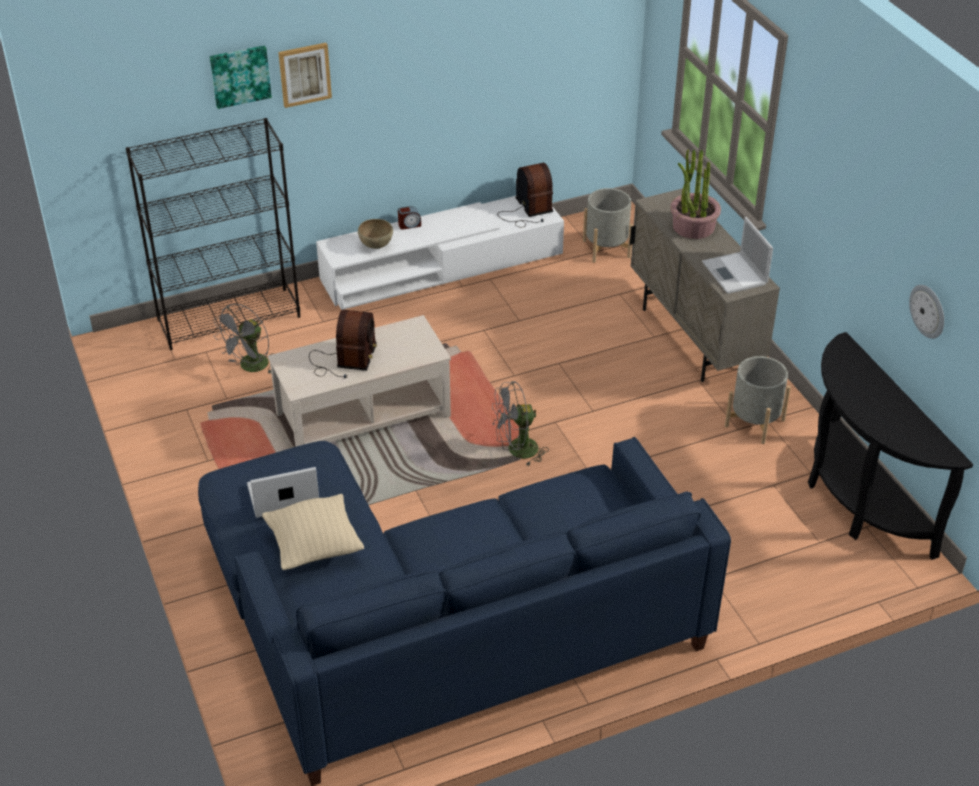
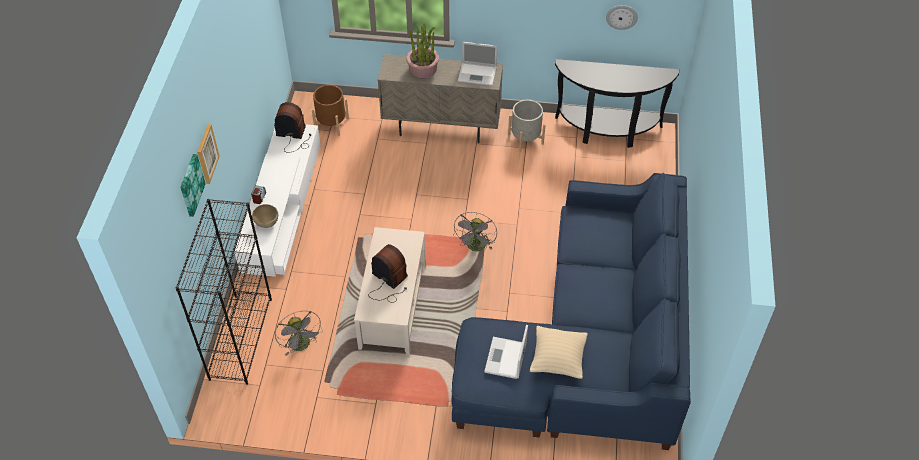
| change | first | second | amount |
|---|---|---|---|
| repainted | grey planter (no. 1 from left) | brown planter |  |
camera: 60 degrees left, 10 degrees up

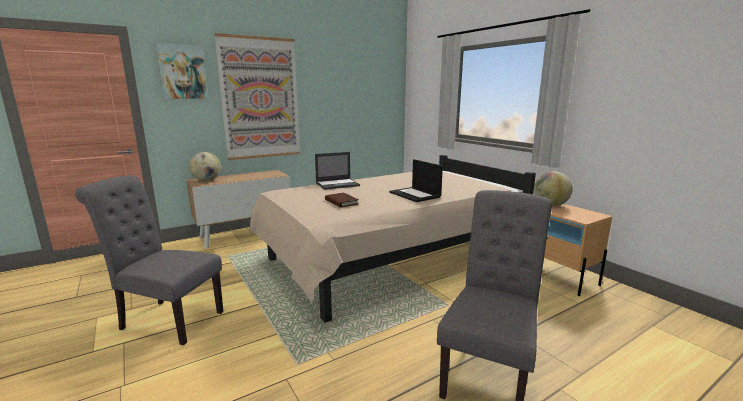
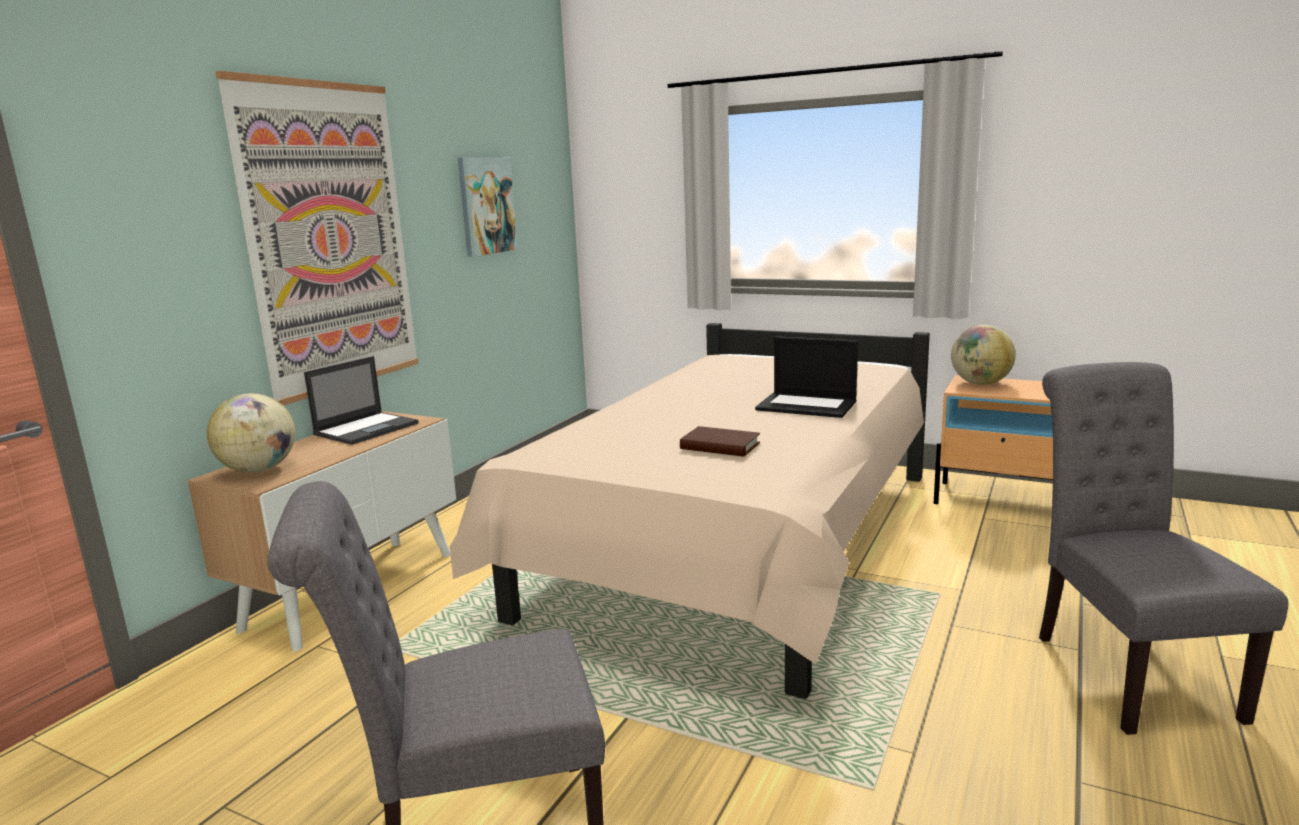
| change | first | second | amount |
|---|---|---|---|
| shifted | picture (no. 1 from left in the first image) | picture (no. 2 from left) |  |
| shifted | laptop (no. 1 from left) |  |  |
camera: 30 degrees left, 0 degrees up

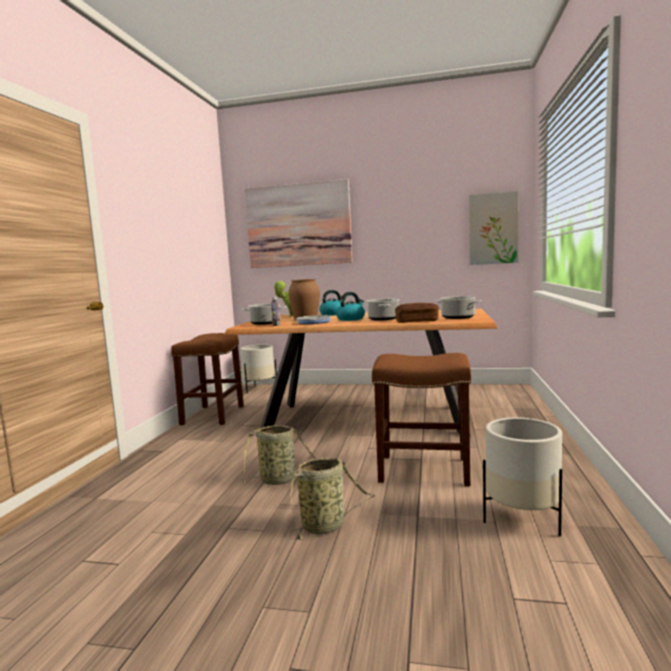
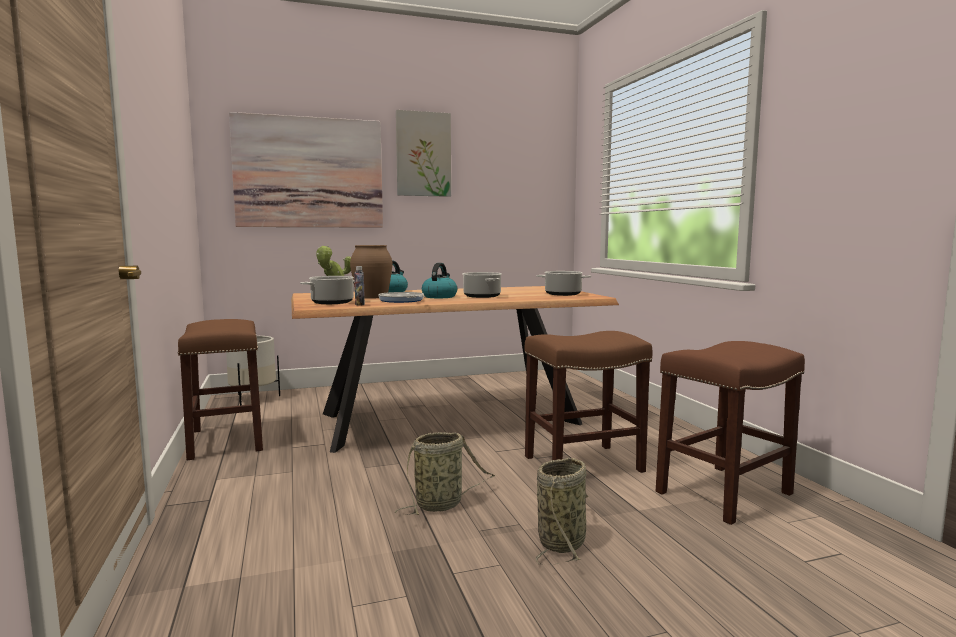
| change | first | second | amount |
|---|---|---|---|
| shifted | picture (no. 2 from left) |  |  |
| gone | bread |  |  |
| swapped | white planter (no. 2 from left) | brown stool (no. 3 from left) |  |
camera: 30 degrees left, 0 degrees up

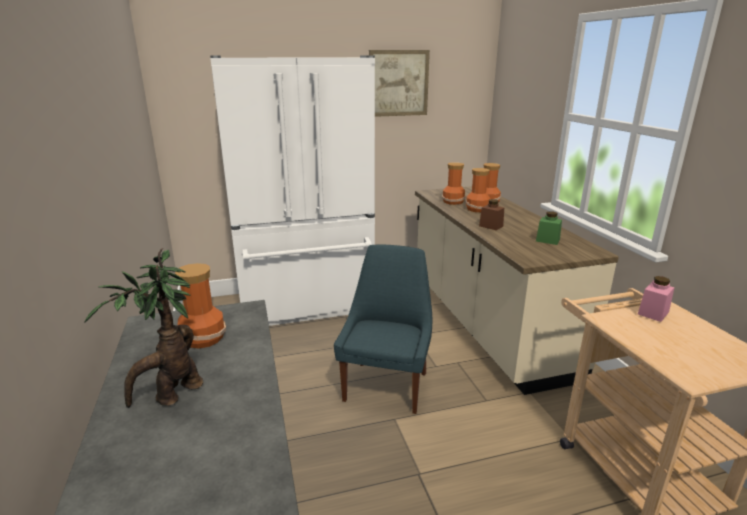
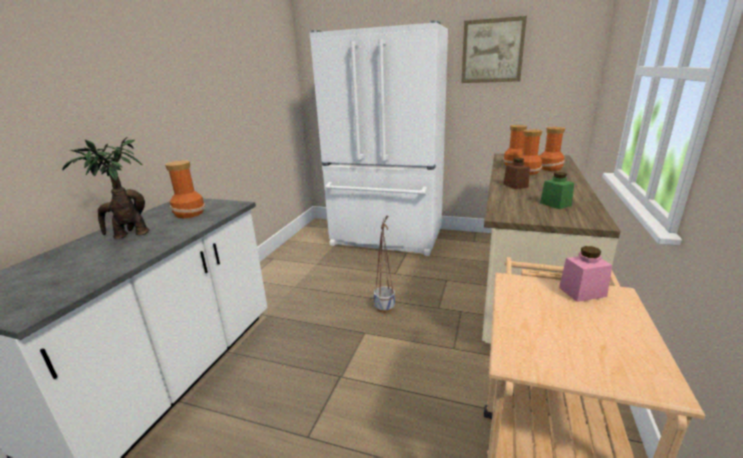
| change | first | second | amount |
|---|---|---|---|
| swapped | blue chair | planter |  |
camera: 35 degrees right, 0 degrees up

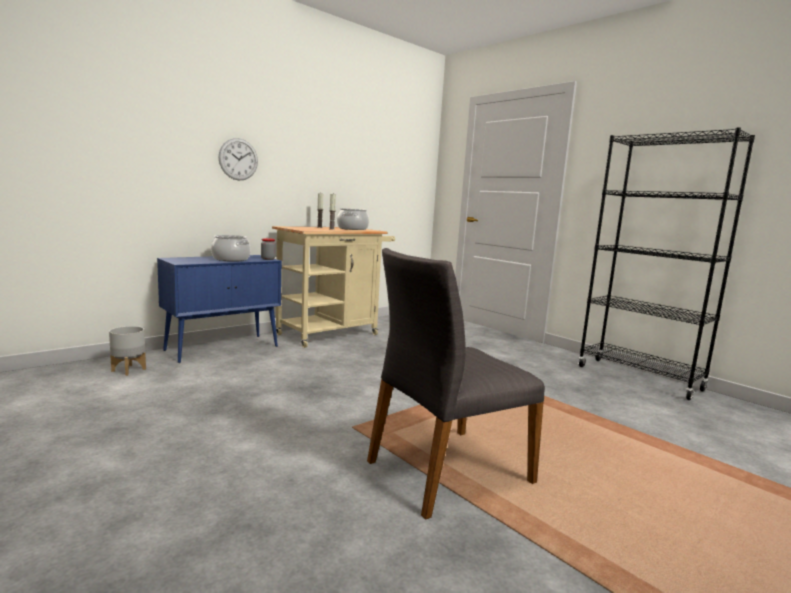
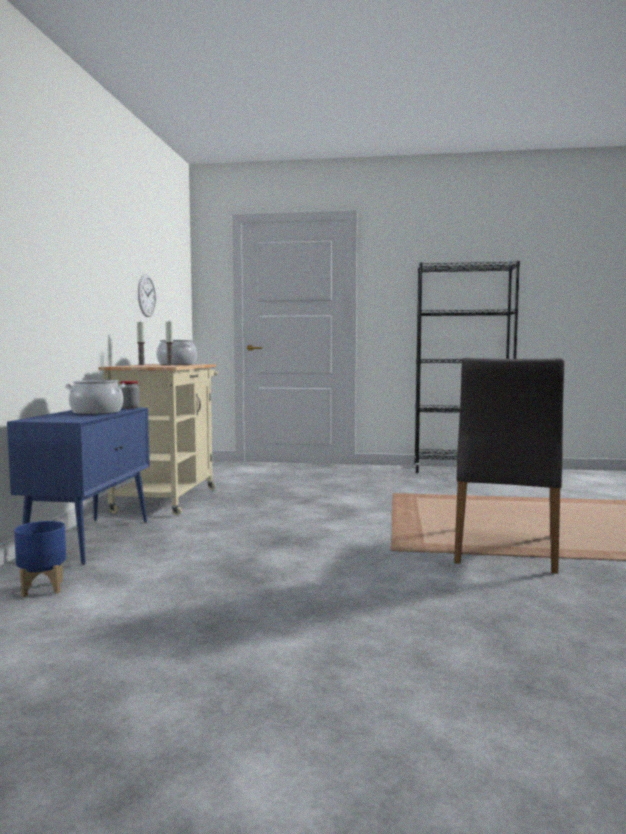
| change | first | second | amount |
|---|---|---|---|
| shifted | wall clock |  |  |
| repainted | grey planter | blue planter |  |
camera: 40 degrees left, 5 degrees down

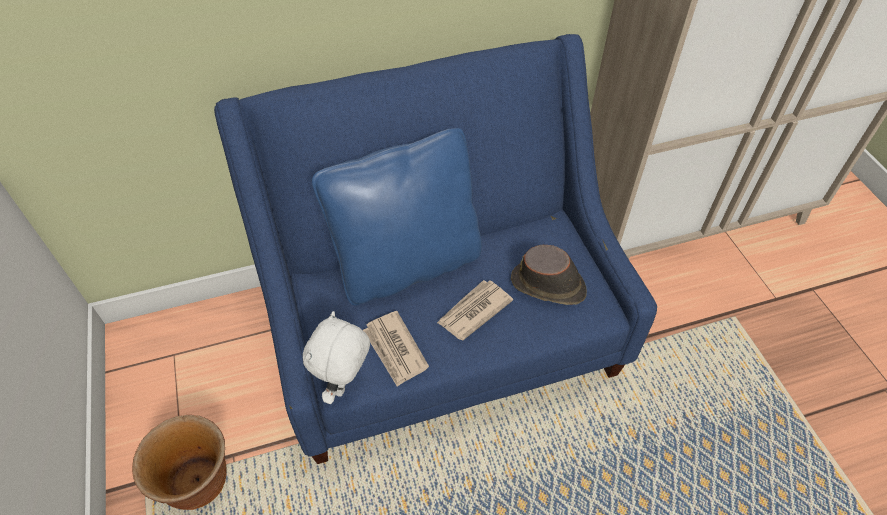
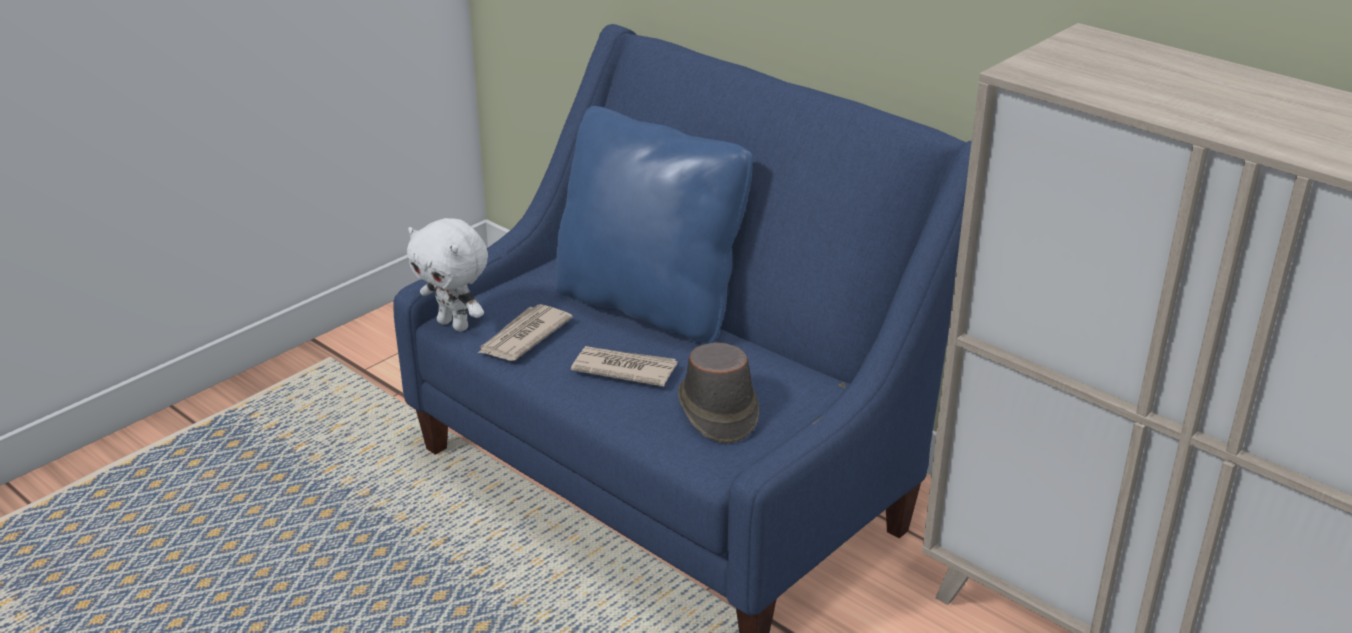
| change | first | second | amount |
|---|---|---|---|
| rotated | white plush toy |  | 135 degrees counterclockwise |
| gone | brown planter |  |  |
camera: 60 degrees right, 20 degrees down

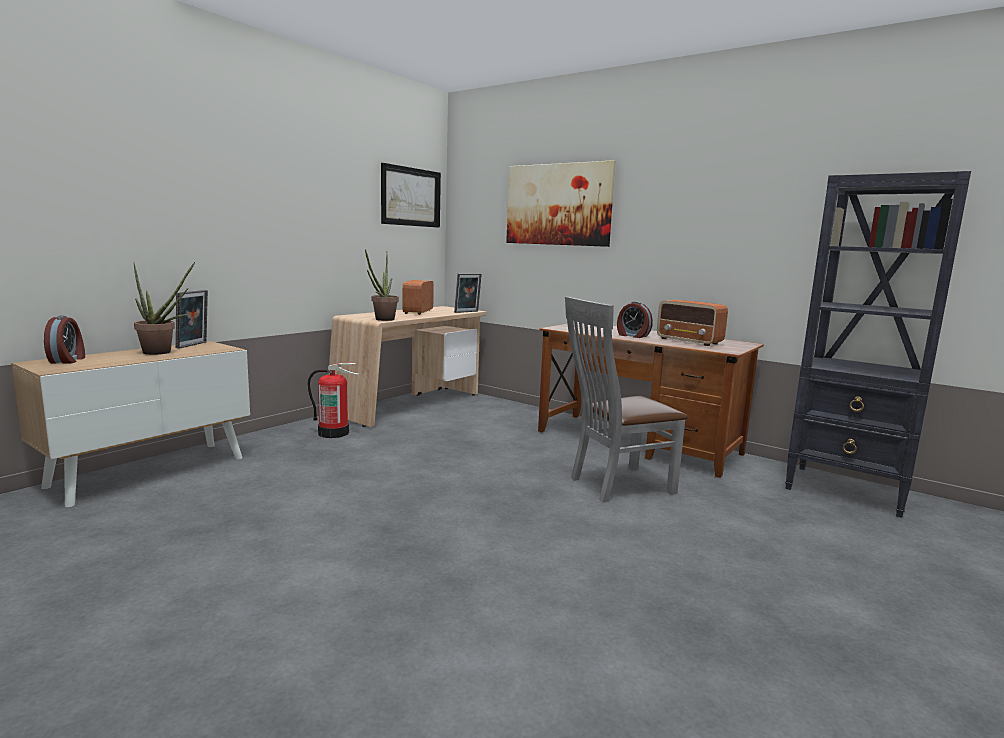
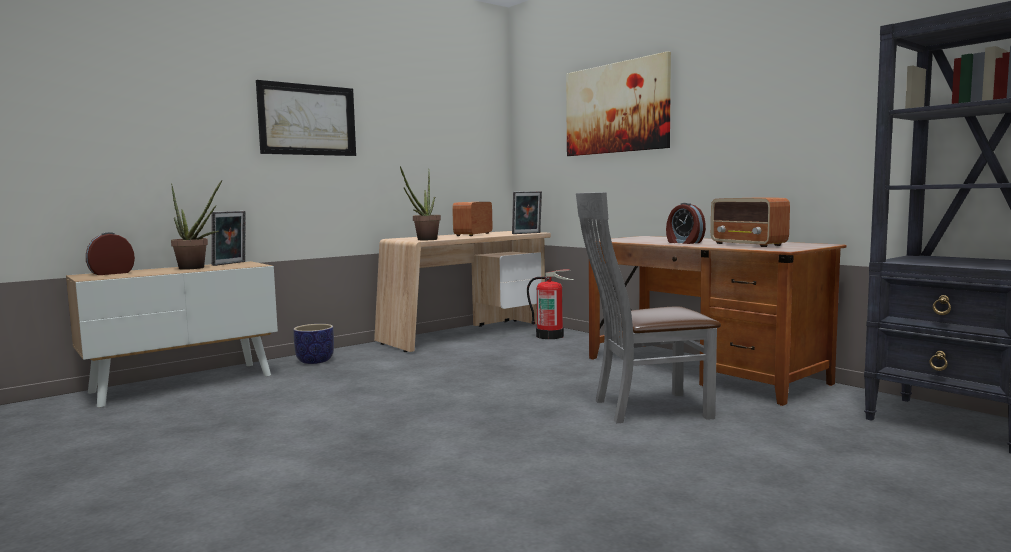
| change | first | second | amount |
|---|---|---|---|
| shifted | picture (no. 1 from left) |  |  |
| rotated | alarm clock (no. 1 from left) |  | 135 degrees counterclockwise |
| shifted | fire extinguisher |  |  |
| new |  | planter |  |
camera: 15 degrees right, 5 degrees down

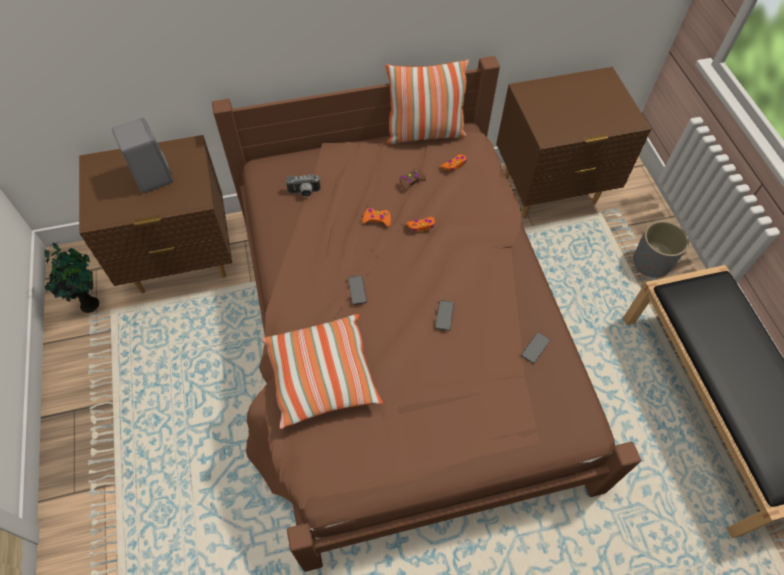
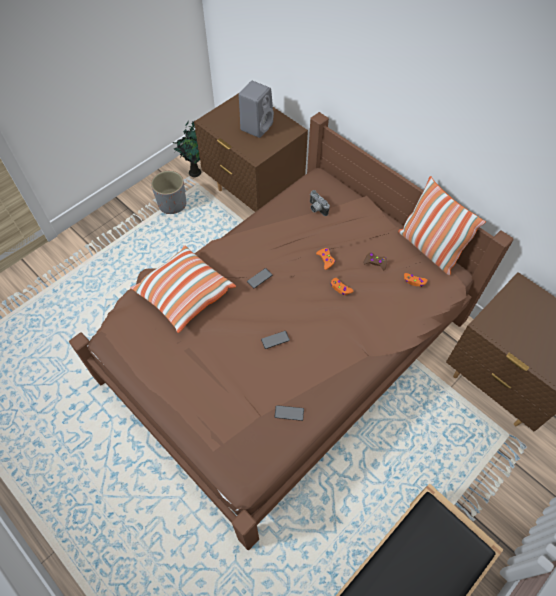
| change | first | second | amount |
|---|---|---|---|
| shifted | grey planter |  |  |
camera: 60 degrees right, 0 degrees up

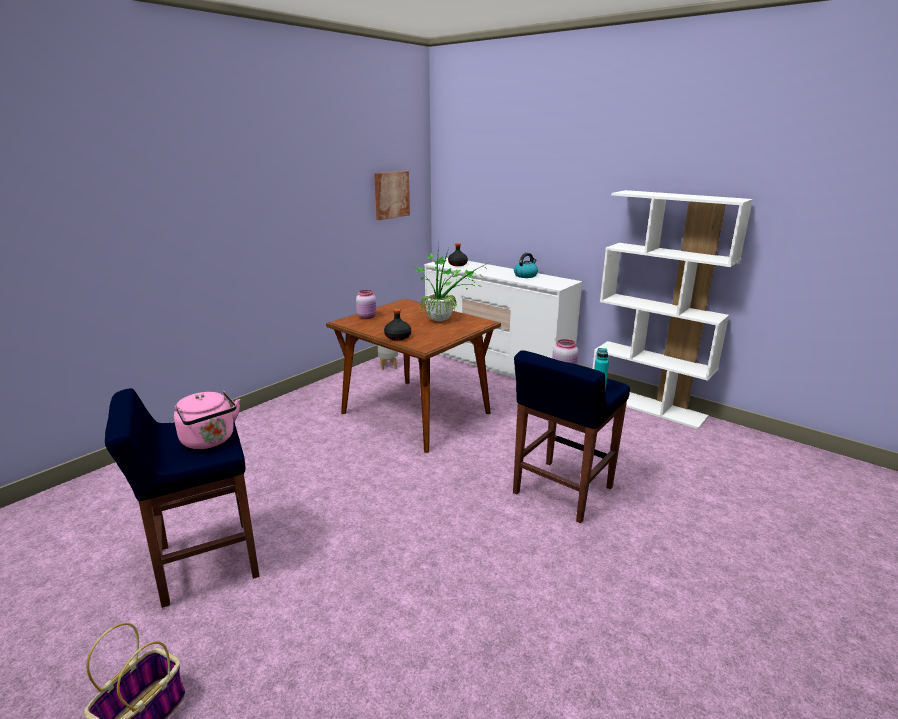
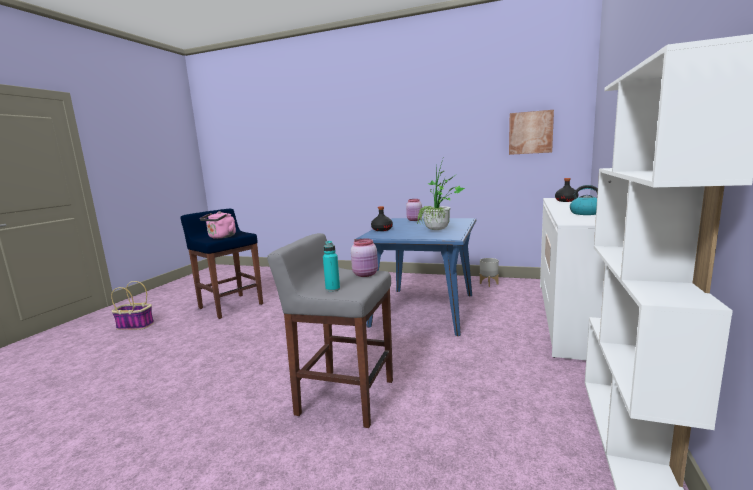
| change | first | second | amount |
|---|---|---|---|
| repainted | brown dining table | blue dining table |  |
| repainted | blue stool (no. 2 from left) | grey stool |  |
camera: 70 degrees right, 10 degrees down

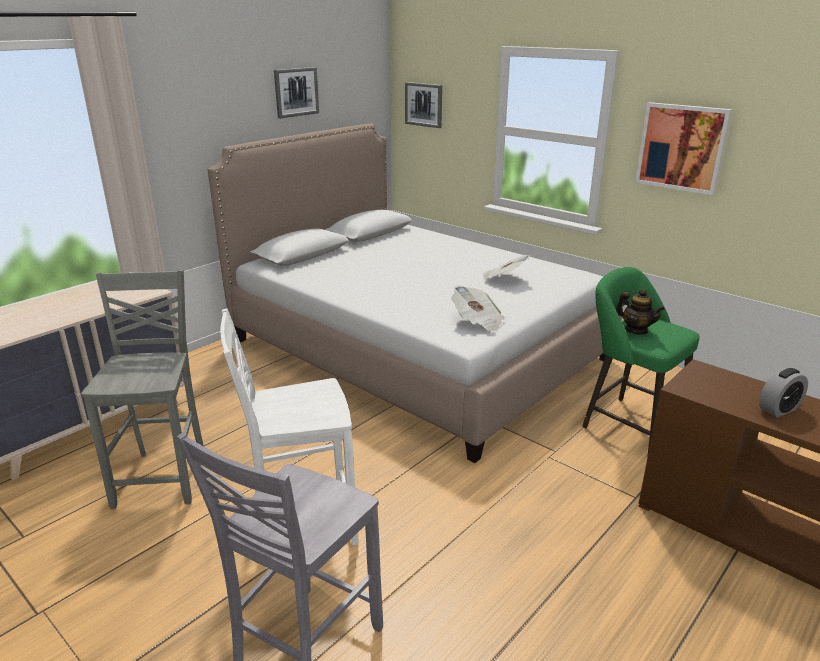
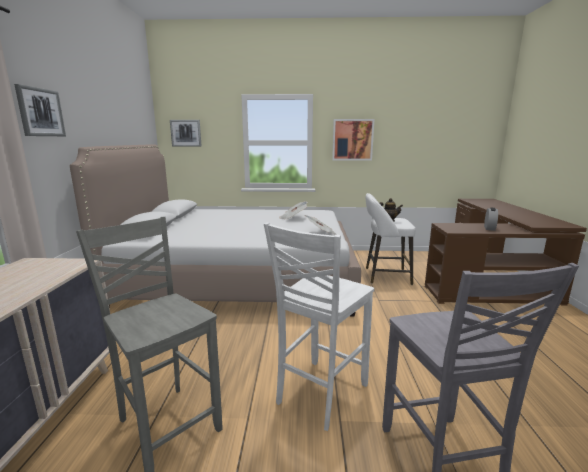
| change | first | second | amount |
|---|---|---|---|
| shifted | picture (no. 1 from left) |  |  |
| repainted | green stool | white stool |  |
camera: 40 degrees left, 10 degrees down

